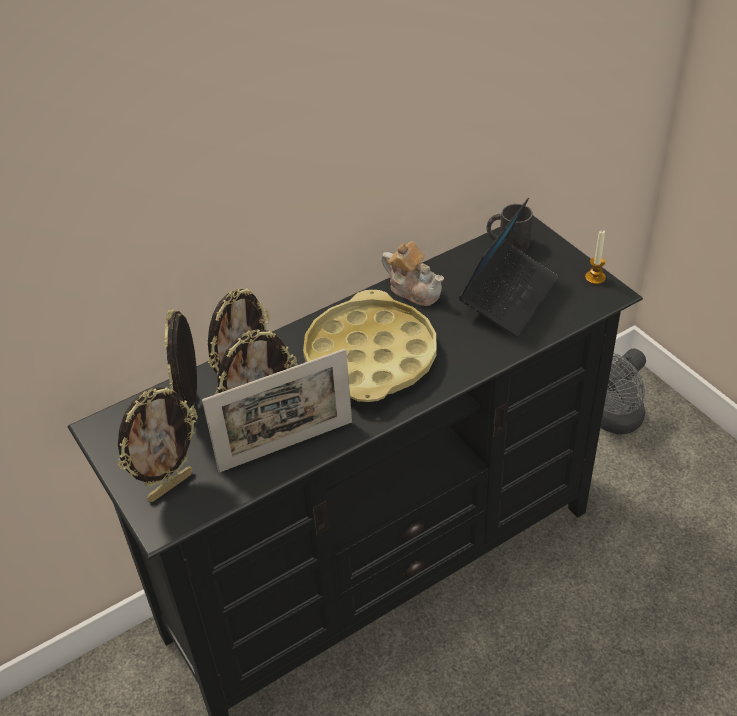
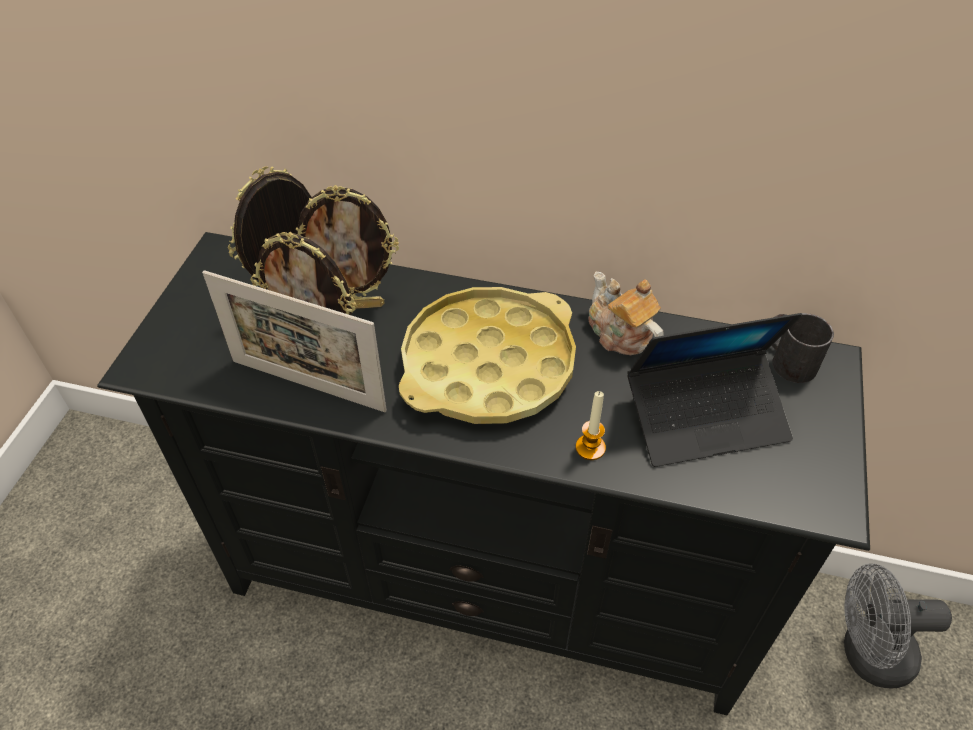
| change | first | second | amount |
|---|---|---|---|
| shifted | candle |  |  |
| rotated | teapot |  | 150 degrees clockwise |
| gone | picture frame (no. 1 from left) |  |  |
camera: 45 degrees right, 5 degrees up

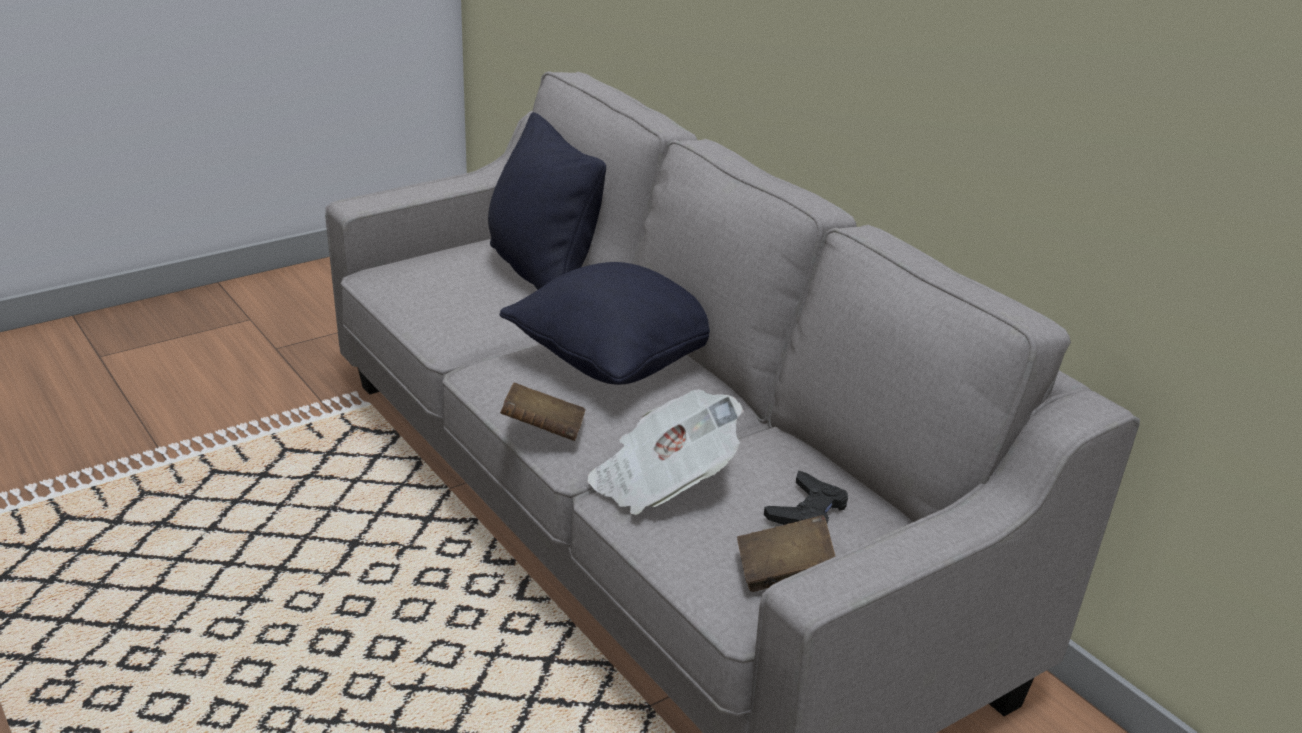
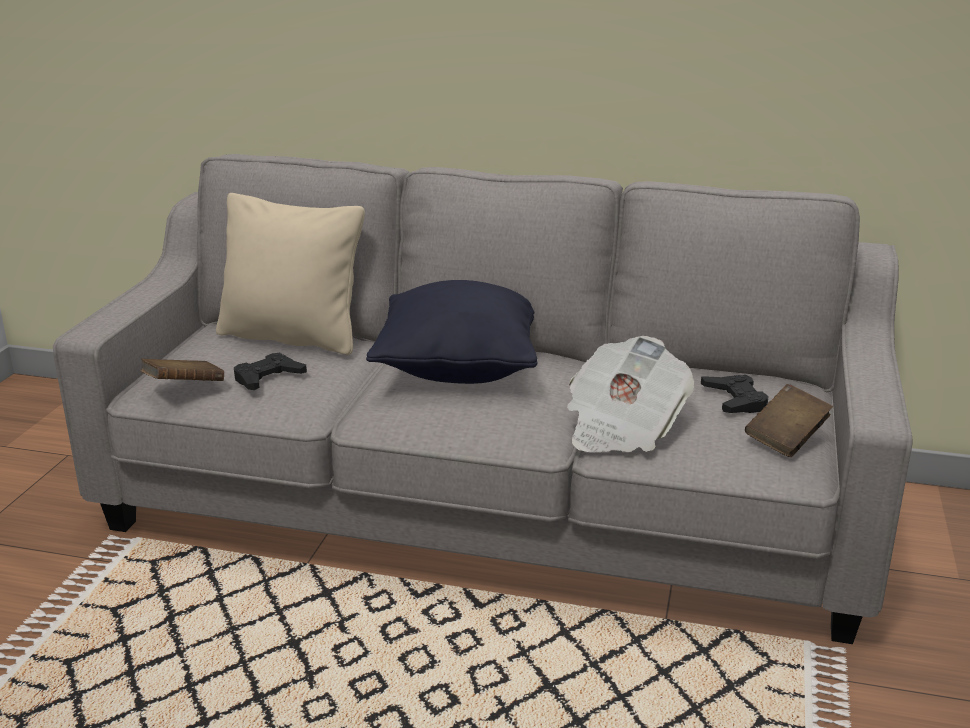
| change | first | second | amount |
|---|---|---|---|
| repainted | black pillow (no. 1 from left) | beige pillow |  |
| shifted | brown book (no. 1 from left) |  |  |
| new |  | black game controller (no. 1 from left) |  |
camera: 40 degrees left, 5 degrees down

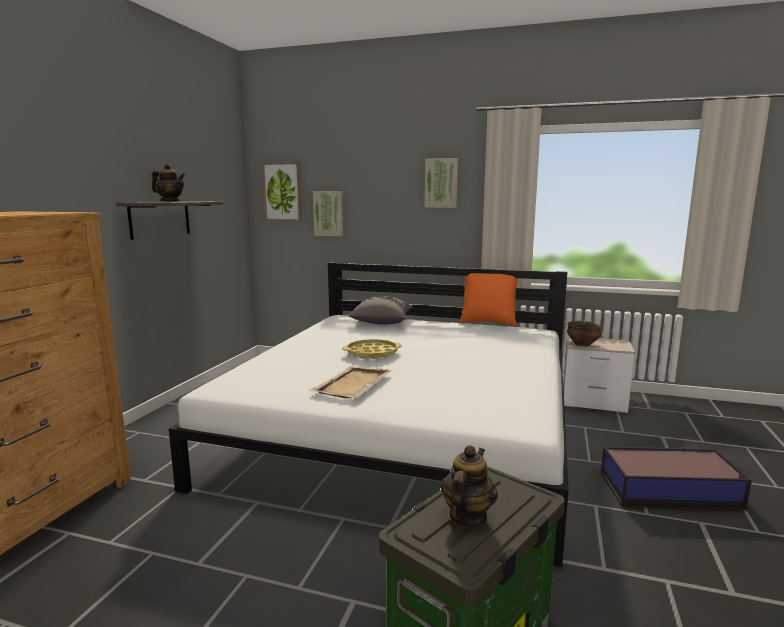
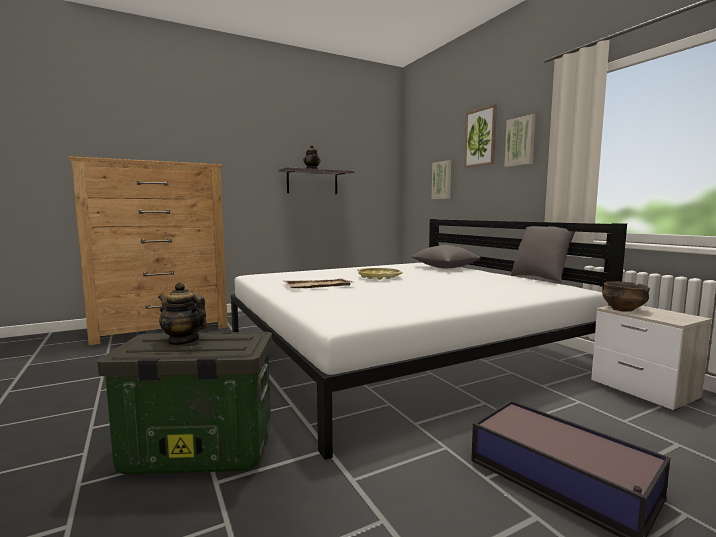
| change | first | second | amount |
|---|---|---|---|
| shifted | picture (no. 1 from left in the first image) | picture (no. 2 from left) |  |
| repainted | orange pillow | grey pillow (no. 2 from left) |  |
| rotated | teapot (no. 2 from left in the first image) | teapot (no. 1 from left) | 135 degrees counterclockwise |
camera: 45 degrees right, 5 degrees down

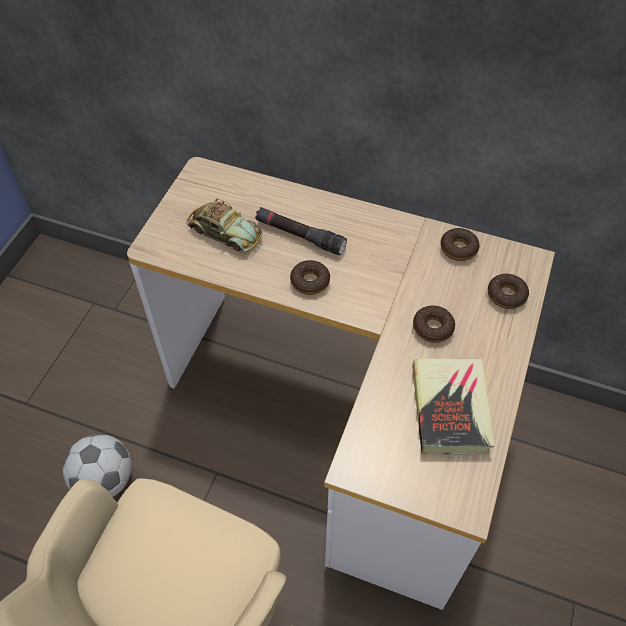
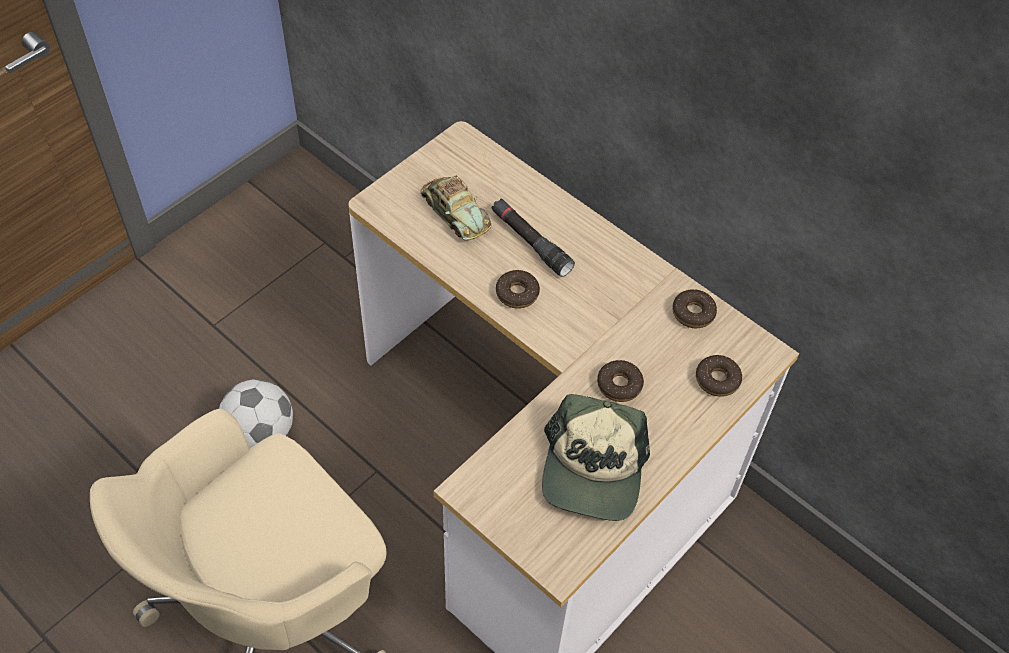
| change | first | second | amount |
|---|---|---|---|
| swapped | book | cap |  |
camera: 20 degrees right, 0 degrees up

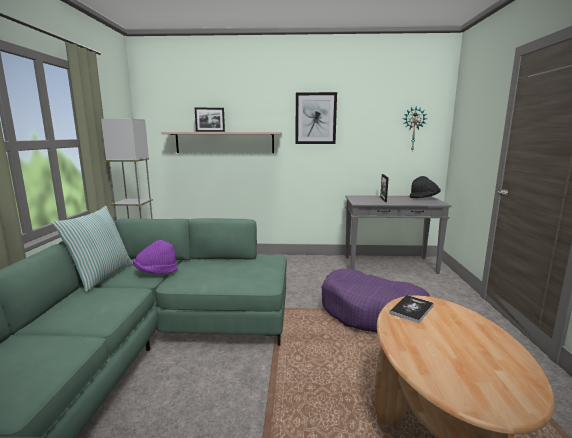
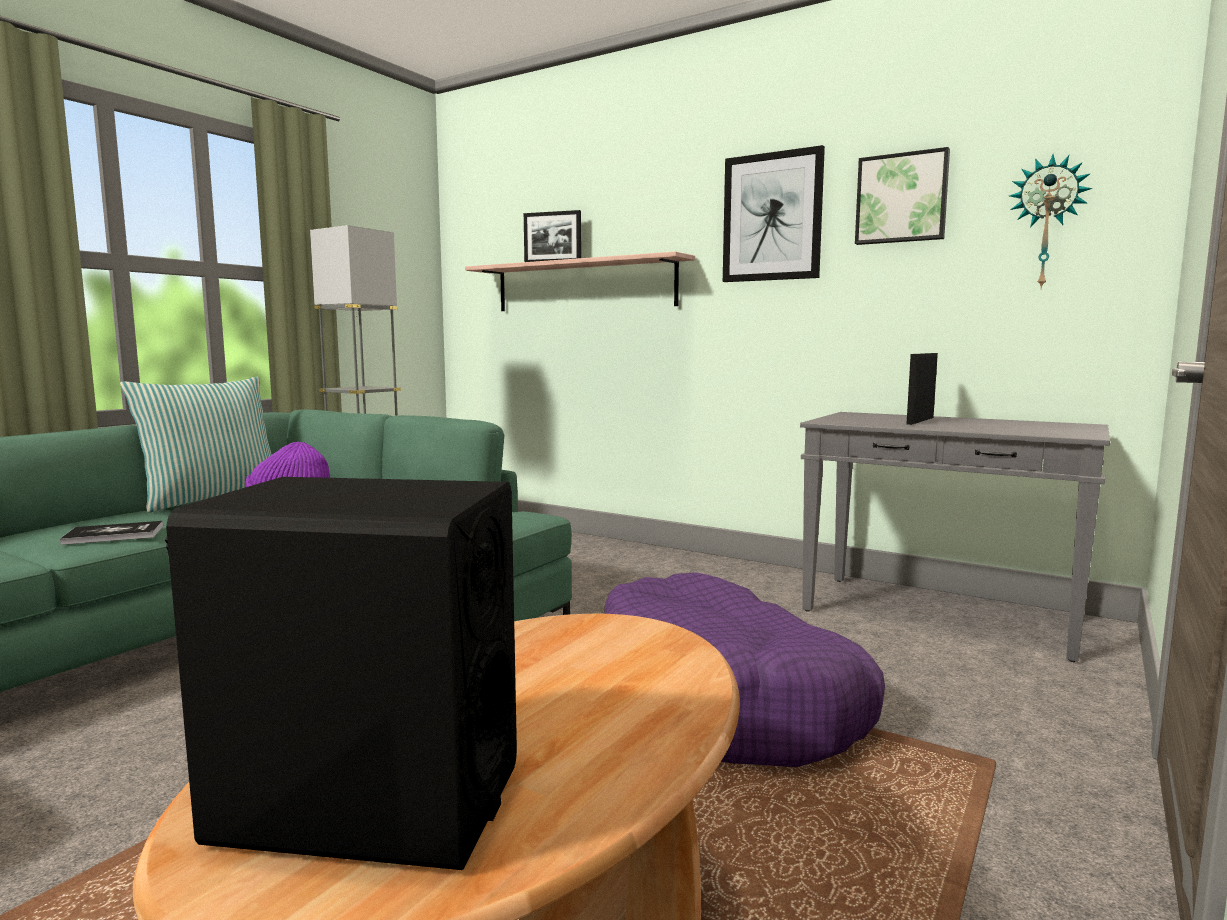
| change | first | second | amount |
|---|---|---|---|
| gone | black hat |  |  |
| shifted | book |  |  |
| new |  | picture (no. 2 from left) |  |
| new |  | black speaker |  |
camera: 30 degrees right, 5 degrees down

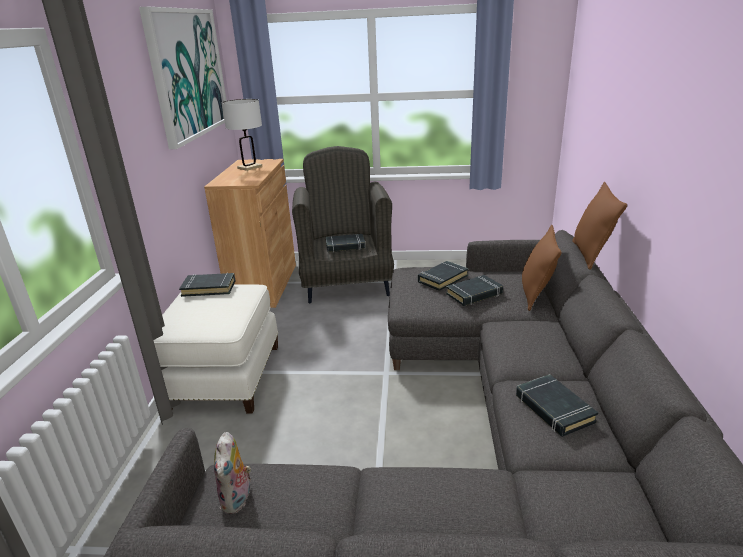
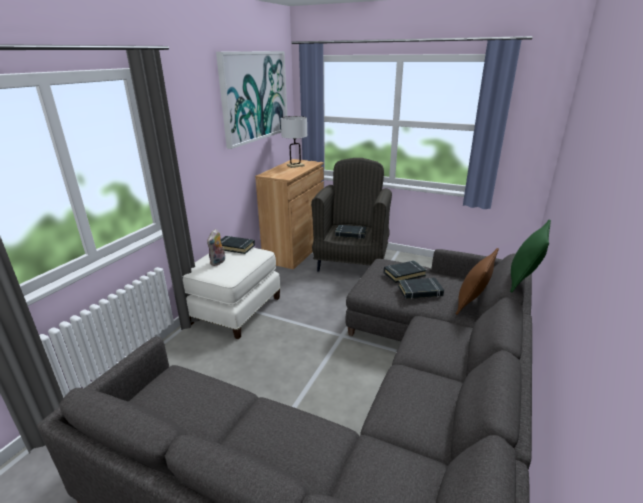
| change | first | second | amount |
|---|---|---|---|
| repainted | brown pillow (no. 2 from left) | green pillow |  |
| gone | black book (no. 5 from left) |  |  |
| shifted | plush toy |  |  |
camera: 20 degrees right, 0 degrees up

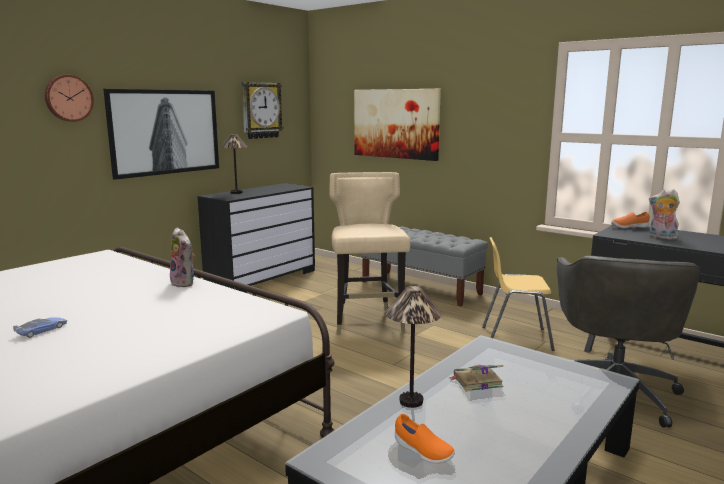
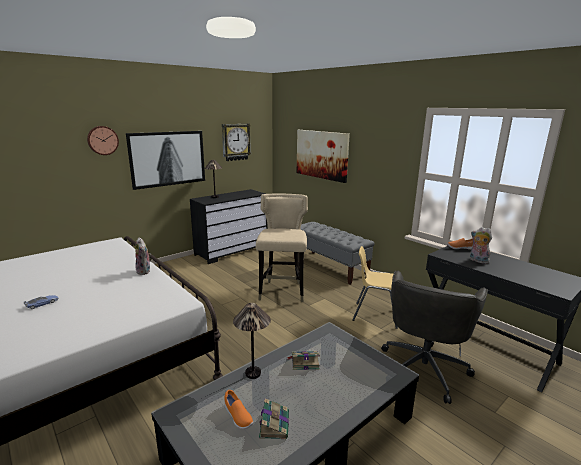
| change | first | second | amount |
|---|---|---|---|
| new |  | book (no. 1 from left) |  |
camera: 10 degrees right, 5 degrees up

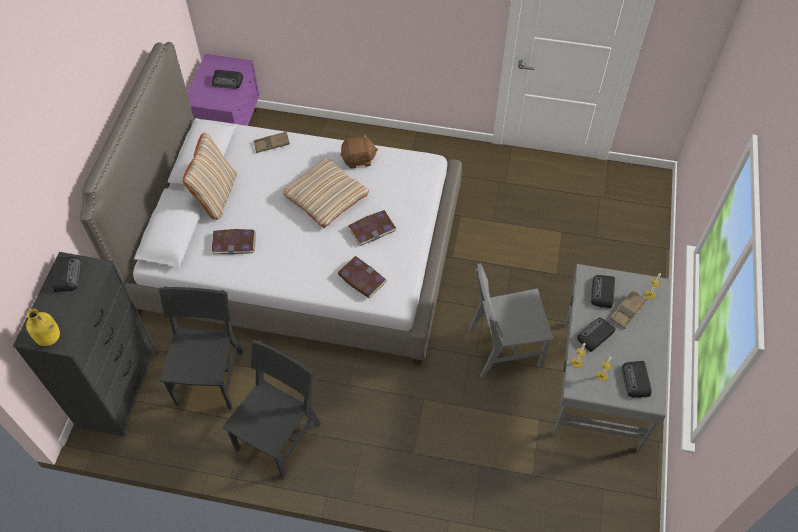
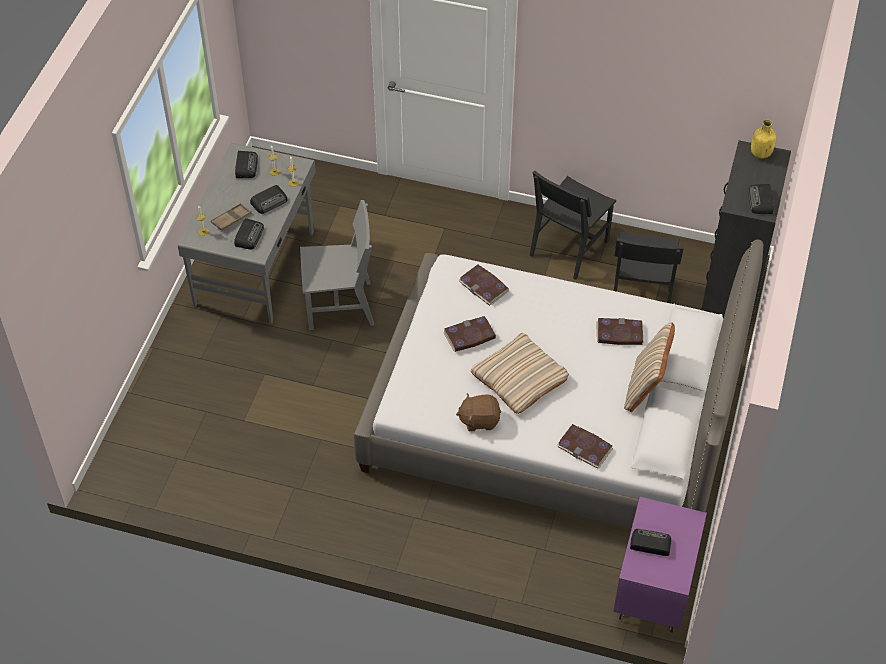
| change | first | second | amount |
|---|---|---|---|
| swapped | brown tray (no. 1 from left) | book (no. 3 from left) |  |
camera: 175 degrees left, 5 degrees down

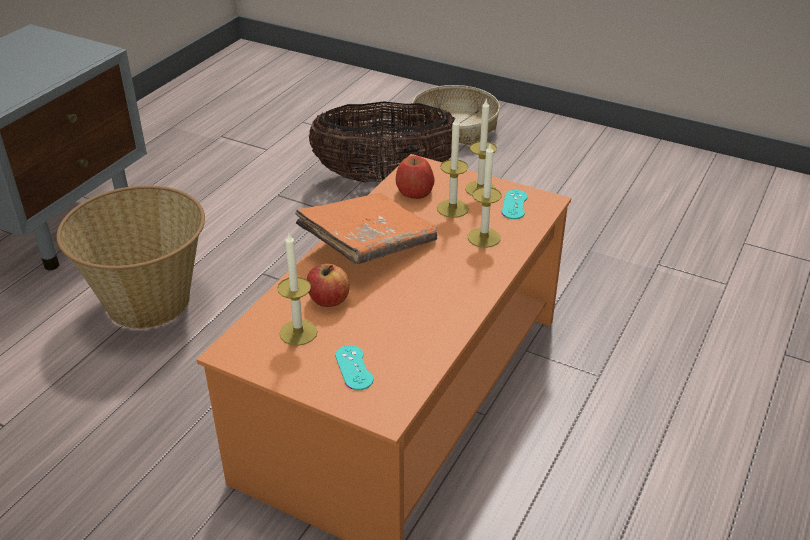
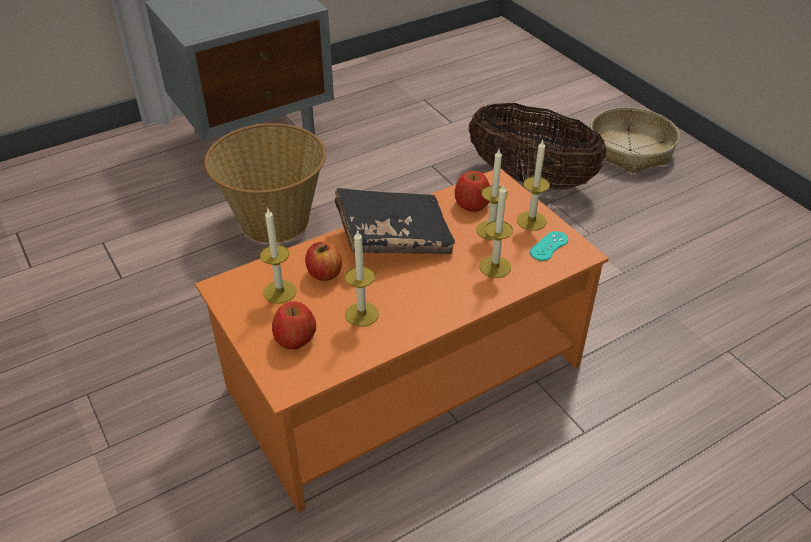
| change | first | second | amount |
|---|---|---|---|
| repainted | orange book | black book |  |
| swapped | turquoise game controller (no. 1 from left) | apple (no. 1 from left) |  |
| new |  | candle (no. 2 from left) |  |
camera: 30 degrees right, 5 degrees up

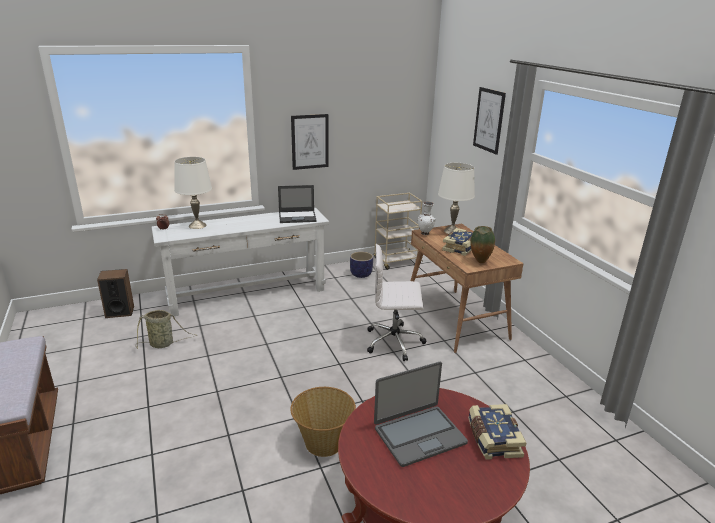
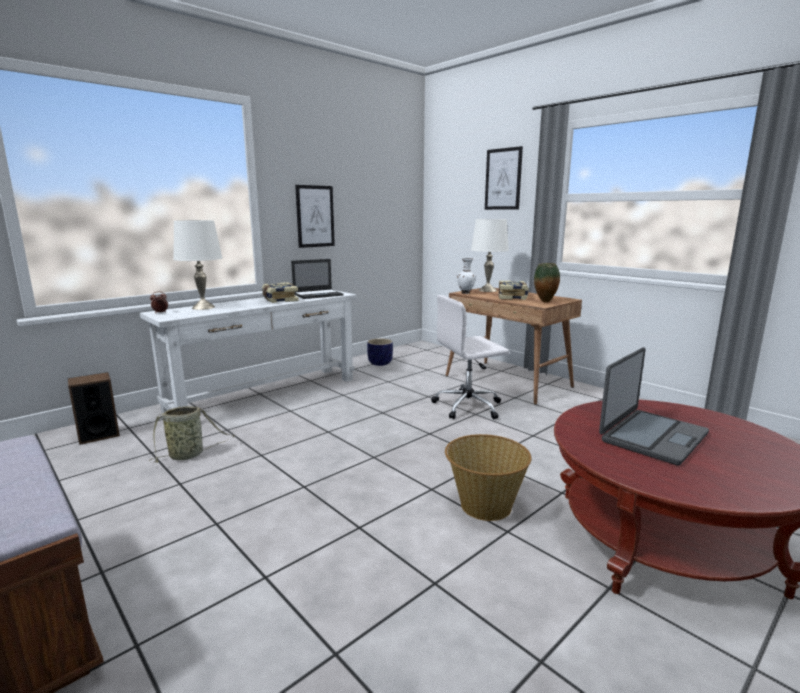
| change | first | second | amount |
|---|---|---|---|
| gone | beige cart |  |  |
| shifted | book (no. 2 from left in the first image) | book (no. 1 from left) |  |
camera: 20 degrees left, 10 degrees down

